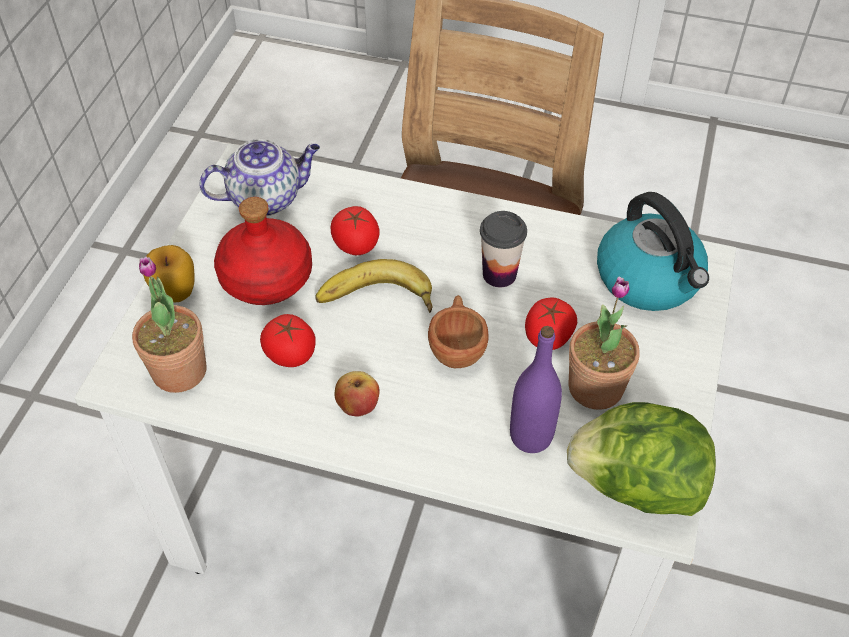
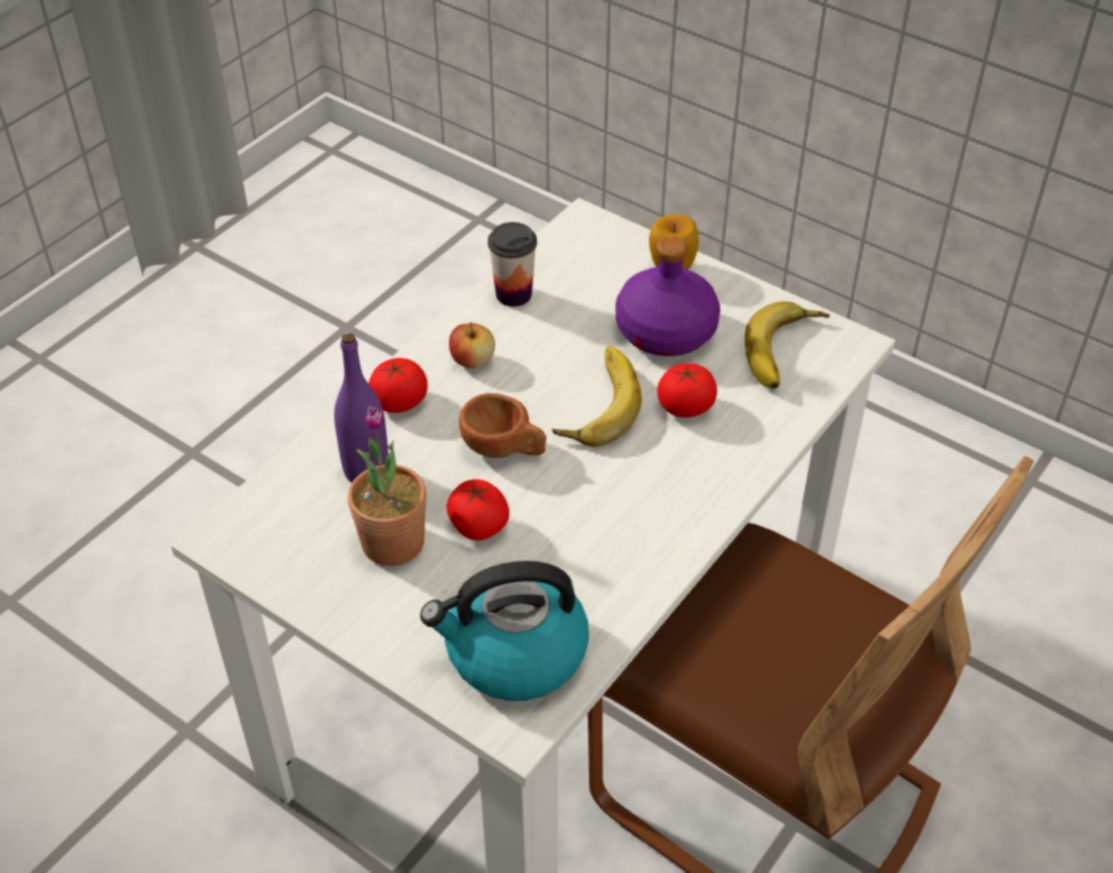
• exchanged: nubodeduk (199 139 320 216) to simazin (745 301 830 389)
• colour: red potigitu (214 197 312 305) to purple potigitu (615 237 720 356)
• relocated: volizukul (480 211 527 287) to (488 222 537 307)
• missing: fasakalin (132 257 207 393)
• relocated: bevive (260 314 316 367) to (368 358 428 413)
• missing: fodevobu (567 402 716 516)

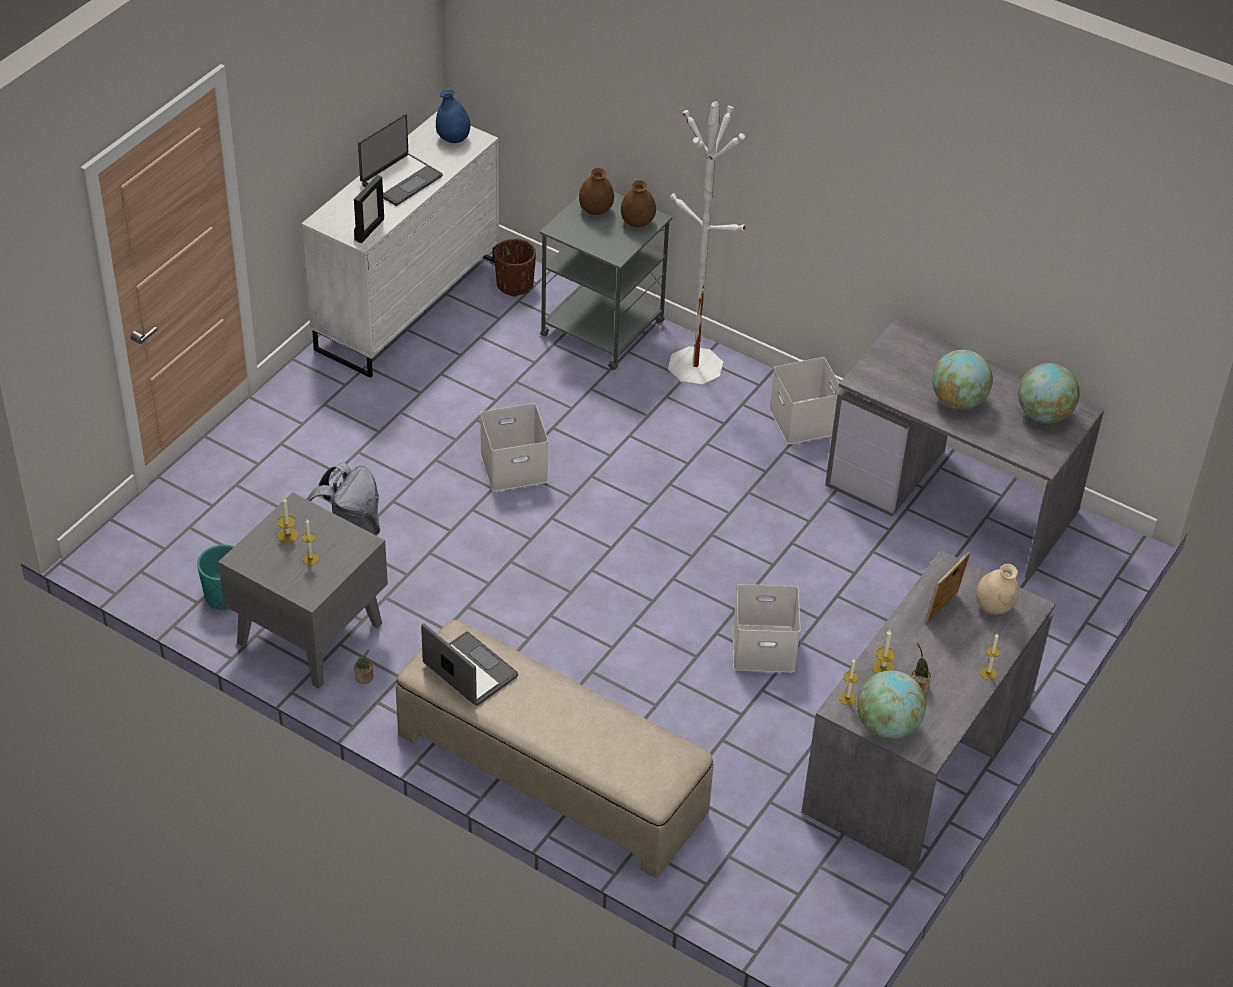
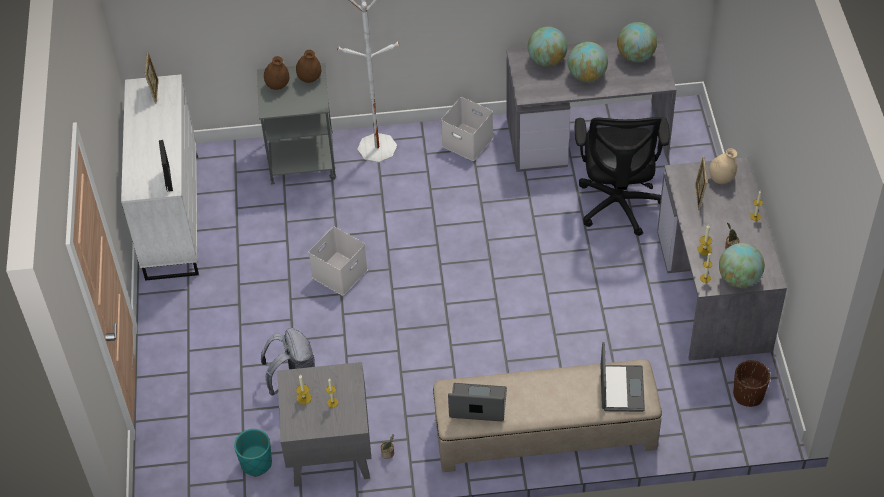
• exchanged: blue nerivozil (436 89 470 143) to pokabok (145 51 159 103)
• relocated: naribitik (358 113 443 206) to (600 342 645 412)
• relocated: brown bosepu (494 238 536 297) to (733 360 770 407)
• missing: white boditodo (733 584 800 673)
• appeared: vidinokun (528 26 568 67)
• appeared: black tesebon (575 117 670 236)

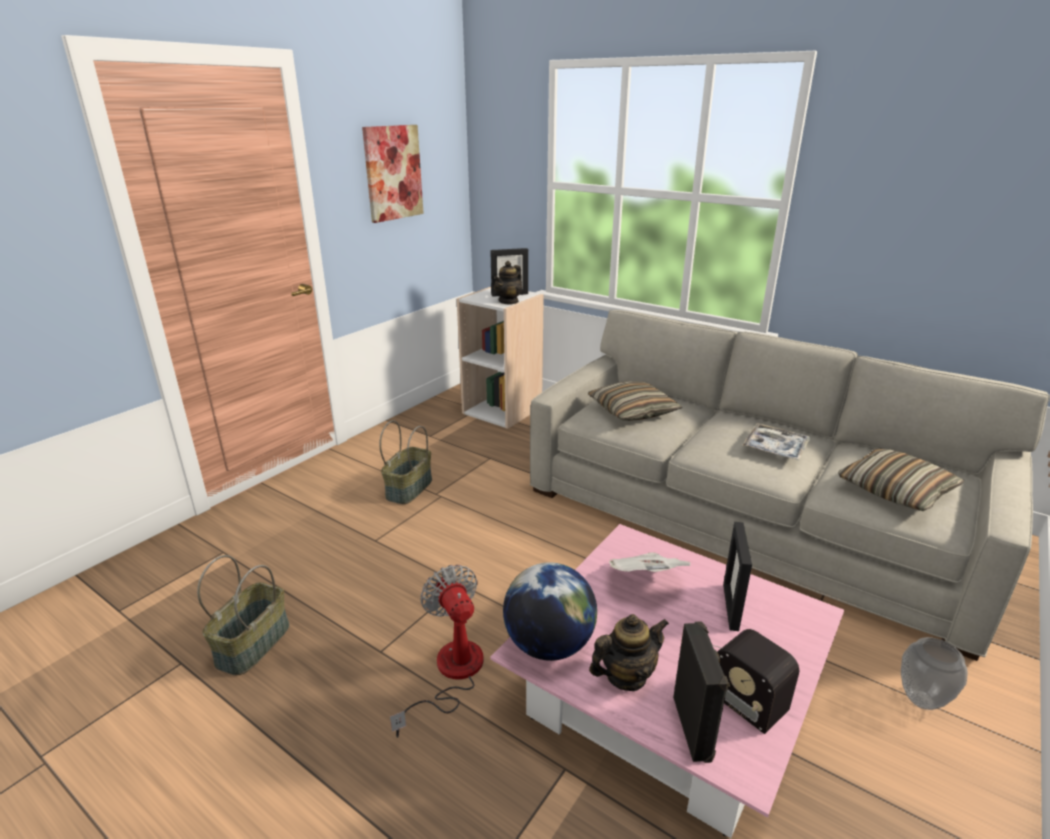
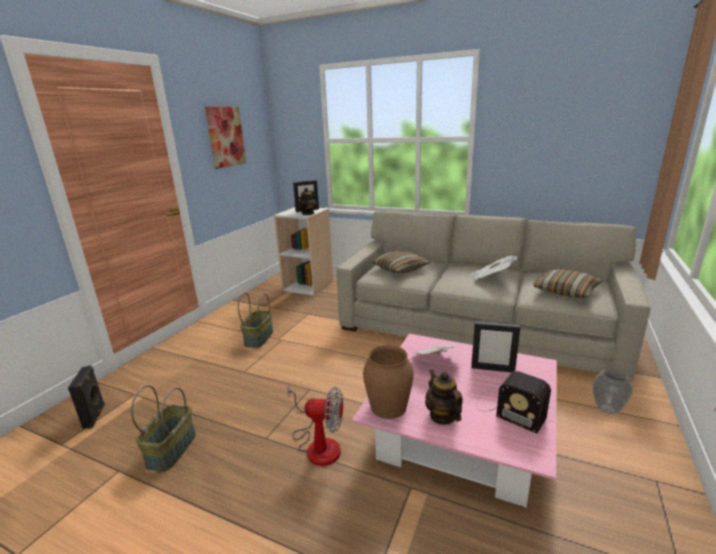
• exchanged: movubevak (742 423 810 460) to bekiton (471 255 517 280)
• spun: pokabok (723 522 752 631) = (471 321 521 372) 75 degrees counterclockwise
• exchanged: vidinokun (503 562 597 661) to brown nerivozil (363 345 414 419)
• spun: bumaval (390 565 484 738) = (287 384 343 466) 135 degrees clockwise
• spun: nubodeduk (589 614 669 691) = (425 370 463 425) 75 degrees counterclockwise
• relocated: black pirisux (673 621 729 763) to (68 365 105 429)

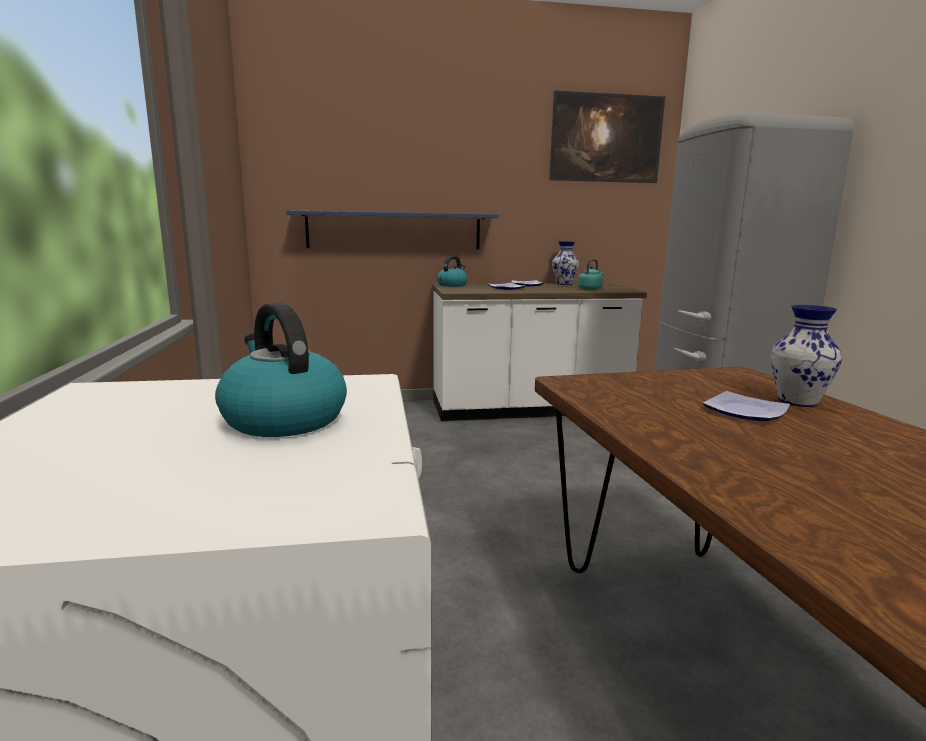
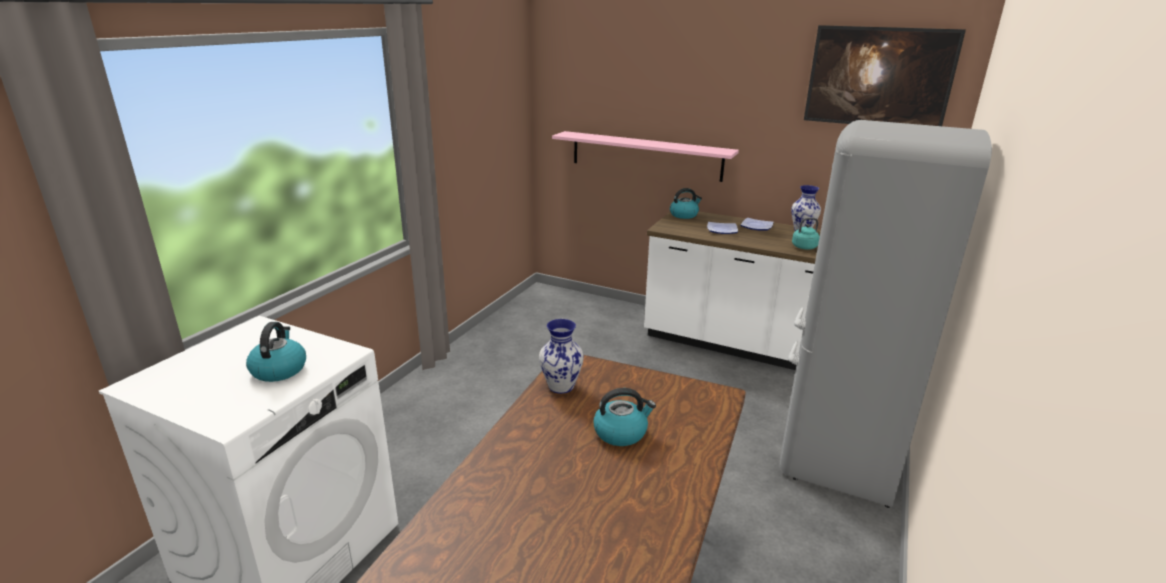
• colour: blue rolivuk (286 210 499 249) to pink rolivuk (552 131 739 182)
• relocated: nerivozil (771 305 842 407) to (539 319 584 394)
• exchanged: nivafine (703 391 790 421) to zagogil (593 388 656 446)

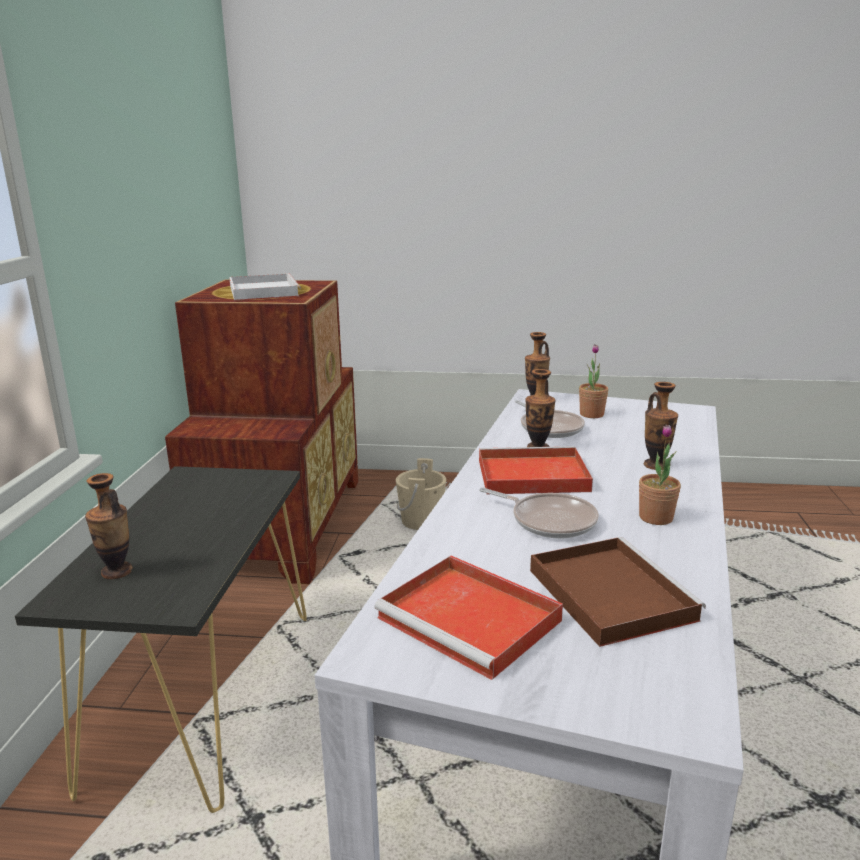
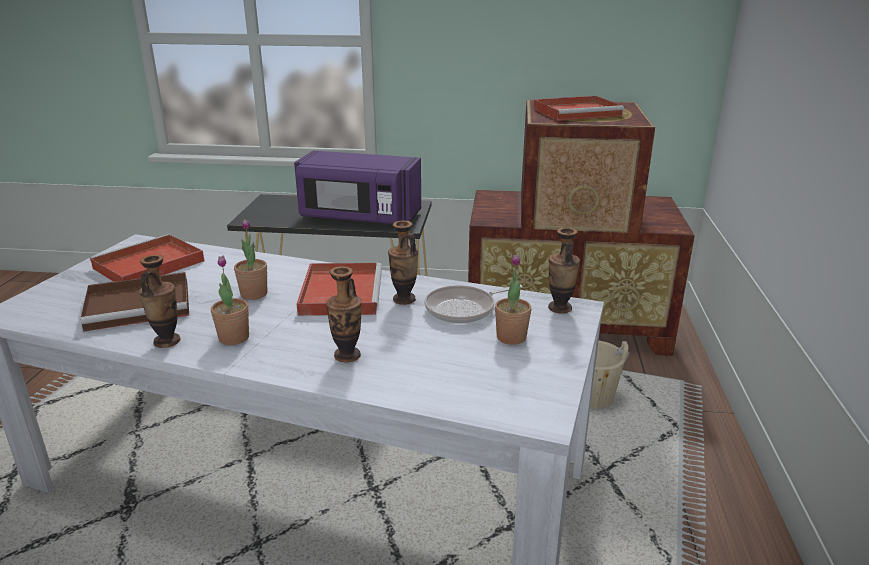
• colour: white movubevak (229 273 301 301) to red movubevak (533 96 624 121)
• relocated: nerivozil (85 473 133 579) to (139 255 181 348)
• exchanged: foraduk (479 488 599 539) to fasakalin (234 219 267 300)
• appeared: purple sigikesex (294 151 421 224)

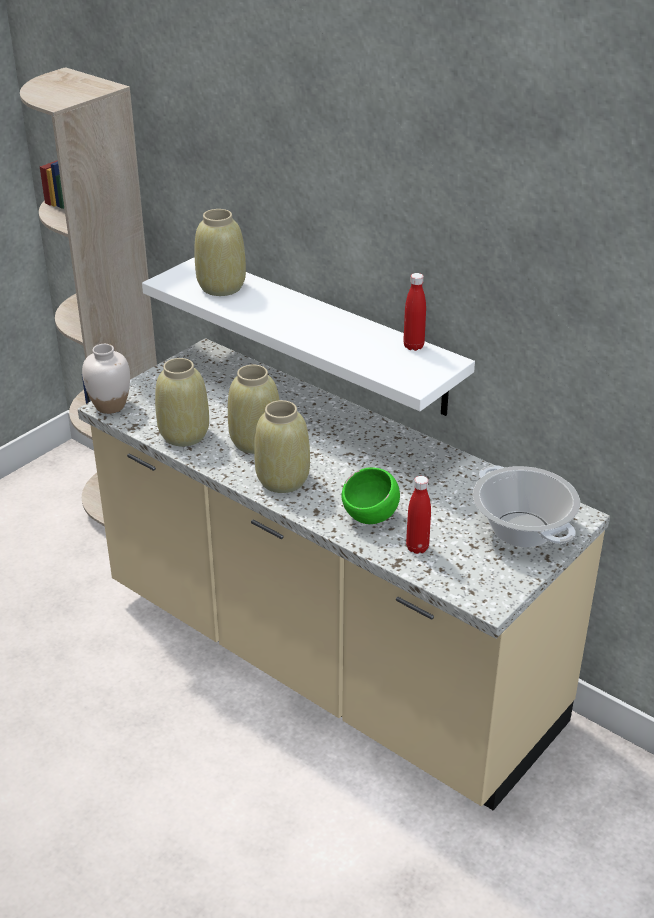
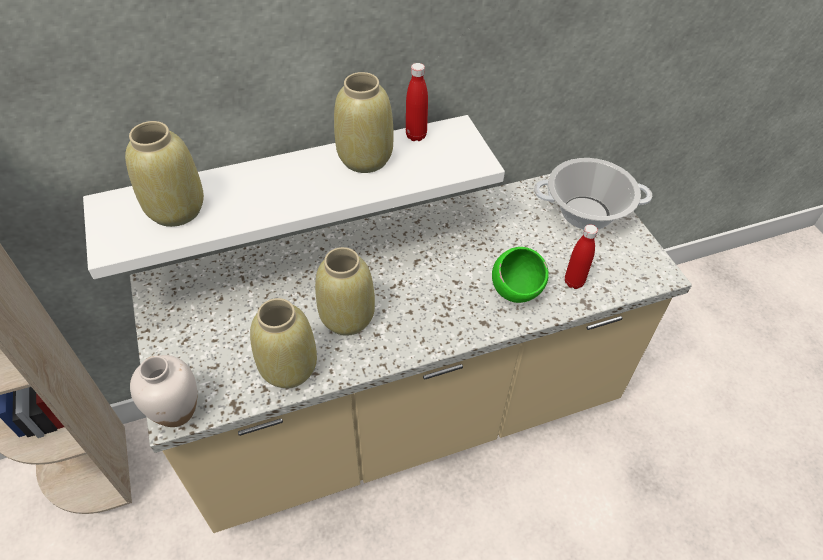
• relocated: beige nerivozil (254 400 310 493) to (334 72 393 173)

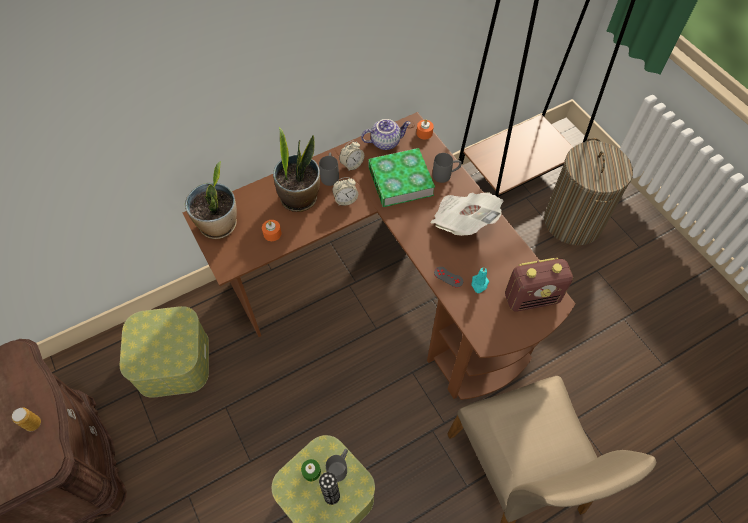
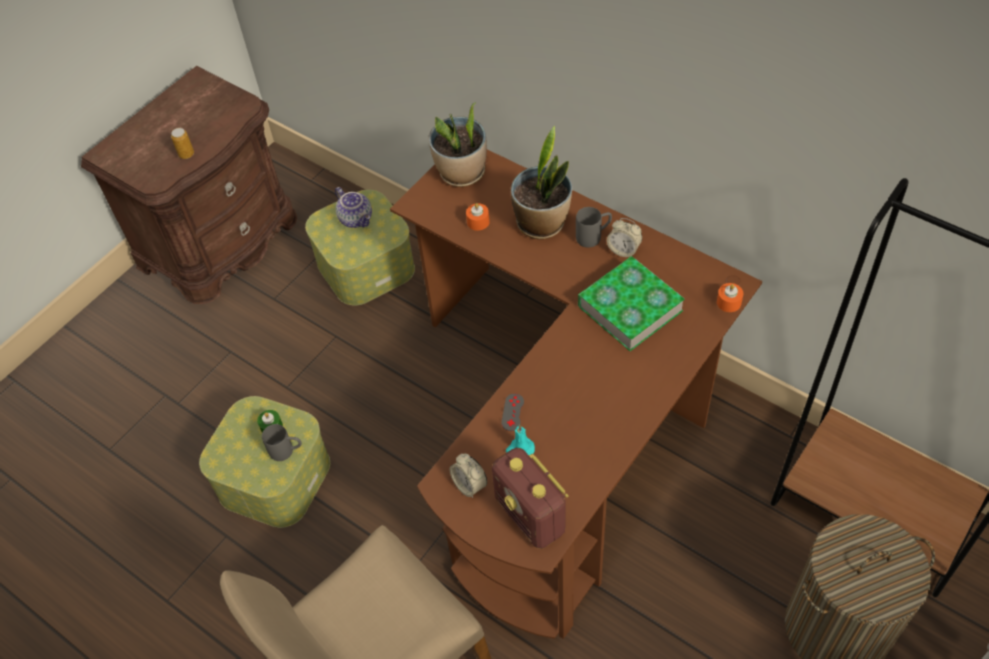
• relocated: nubodeduk (361 119 411 150) to (335 187 372 228)
• missing: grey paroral (432 153 462 183)
• relocated: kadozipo (332 177 358 206) to (450 454 487 498)
• missing: bekiton (431 192 503 236)
• missing: nerivozil (319 472 340 505)

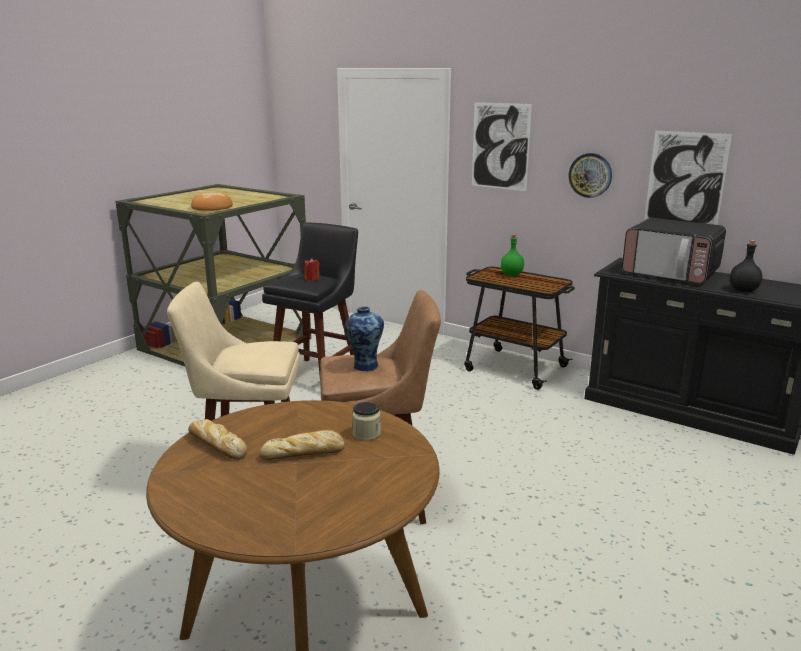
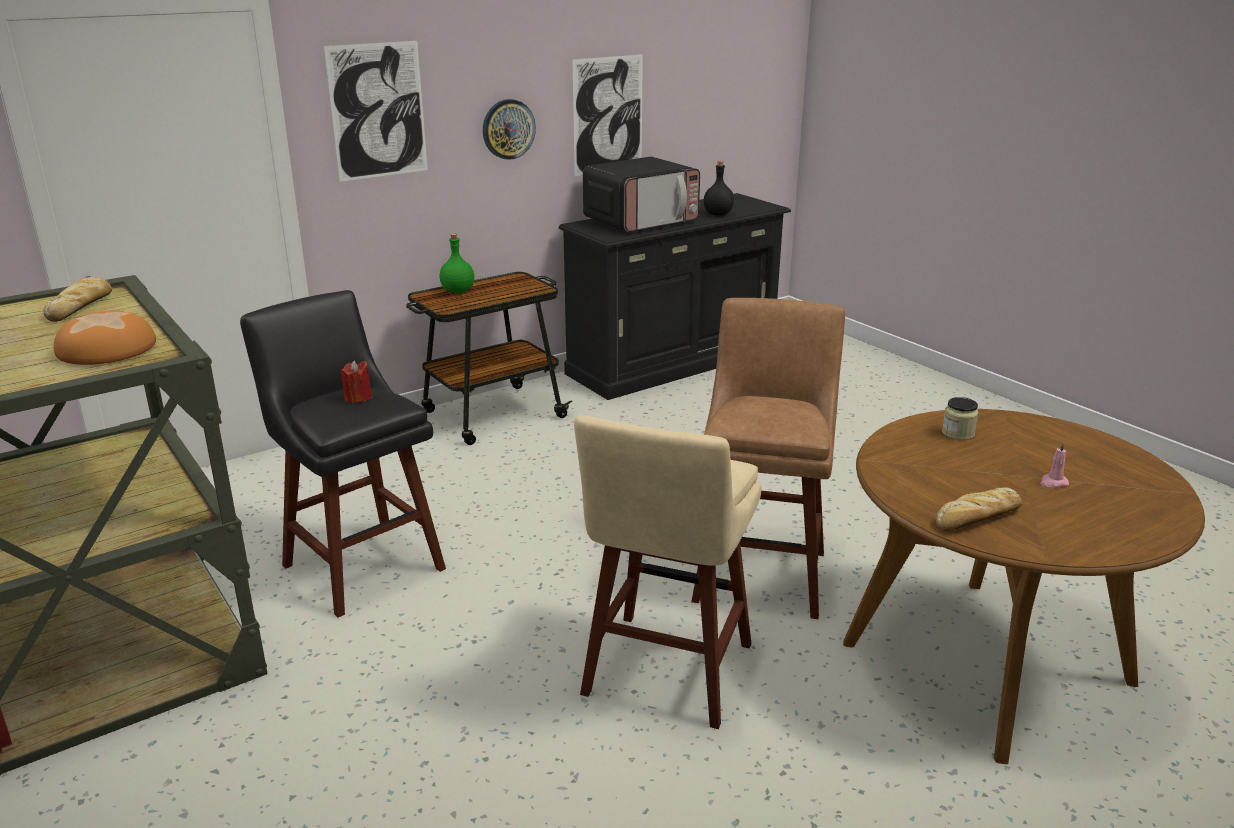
• missing: nerivozil (345 306 384 371)
• relocated: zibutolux (259 430 345 460) to (43 277 112 322)
• appeared: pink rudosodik (1040 442 1069 487)

